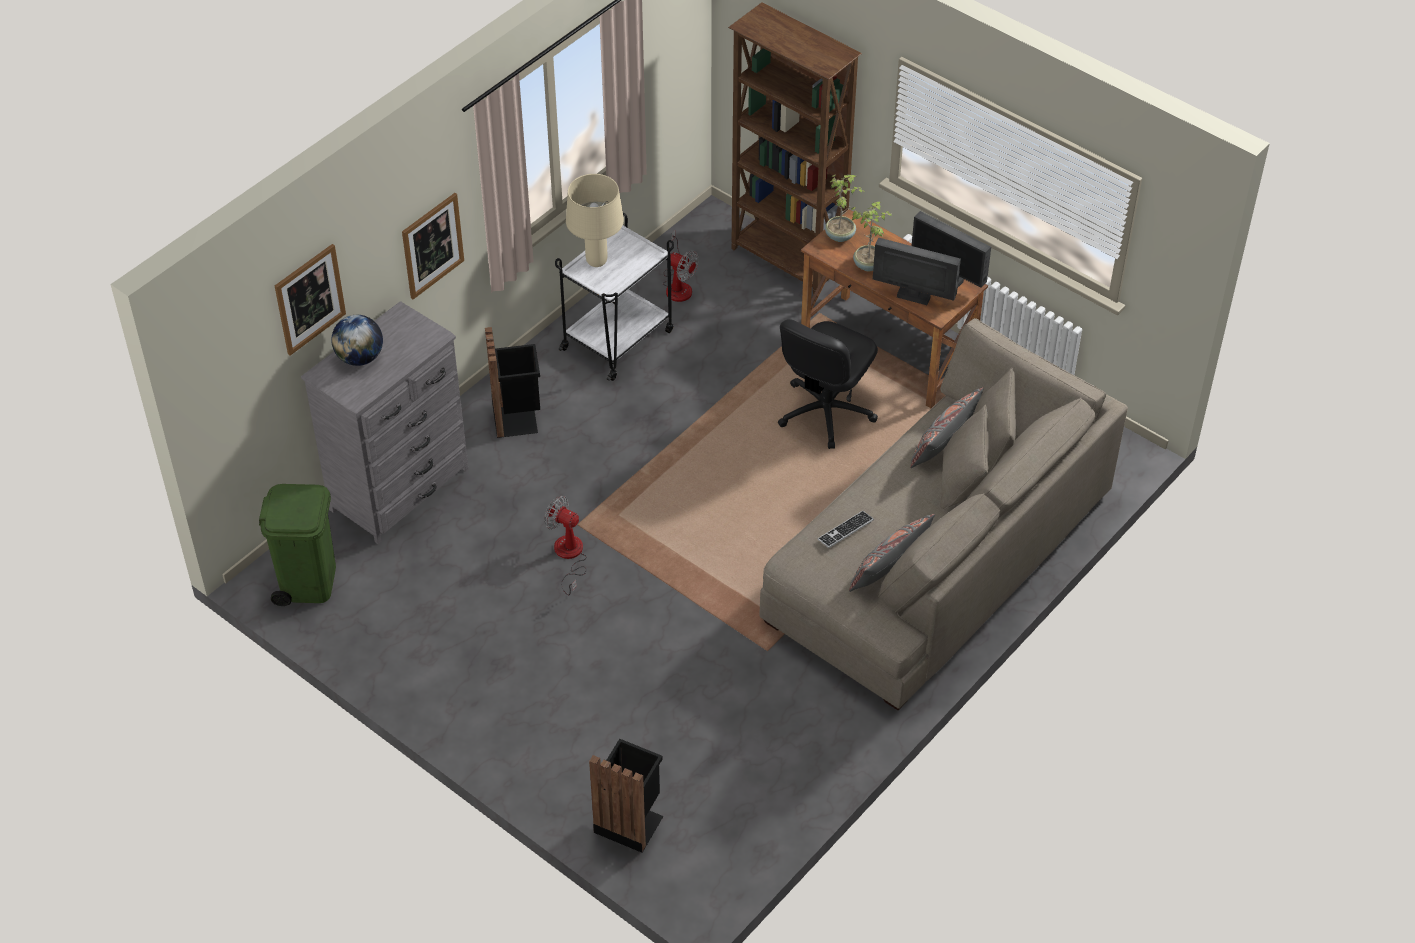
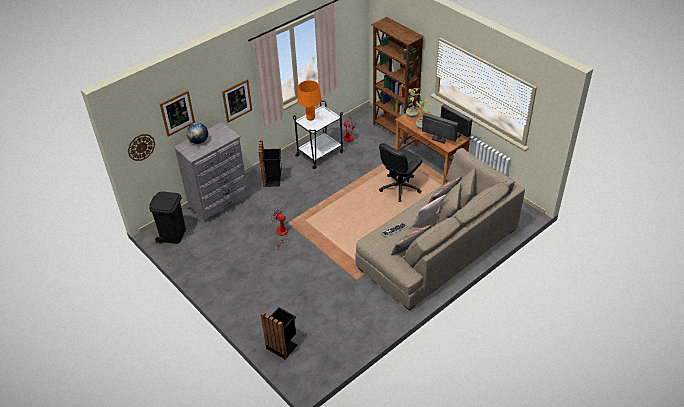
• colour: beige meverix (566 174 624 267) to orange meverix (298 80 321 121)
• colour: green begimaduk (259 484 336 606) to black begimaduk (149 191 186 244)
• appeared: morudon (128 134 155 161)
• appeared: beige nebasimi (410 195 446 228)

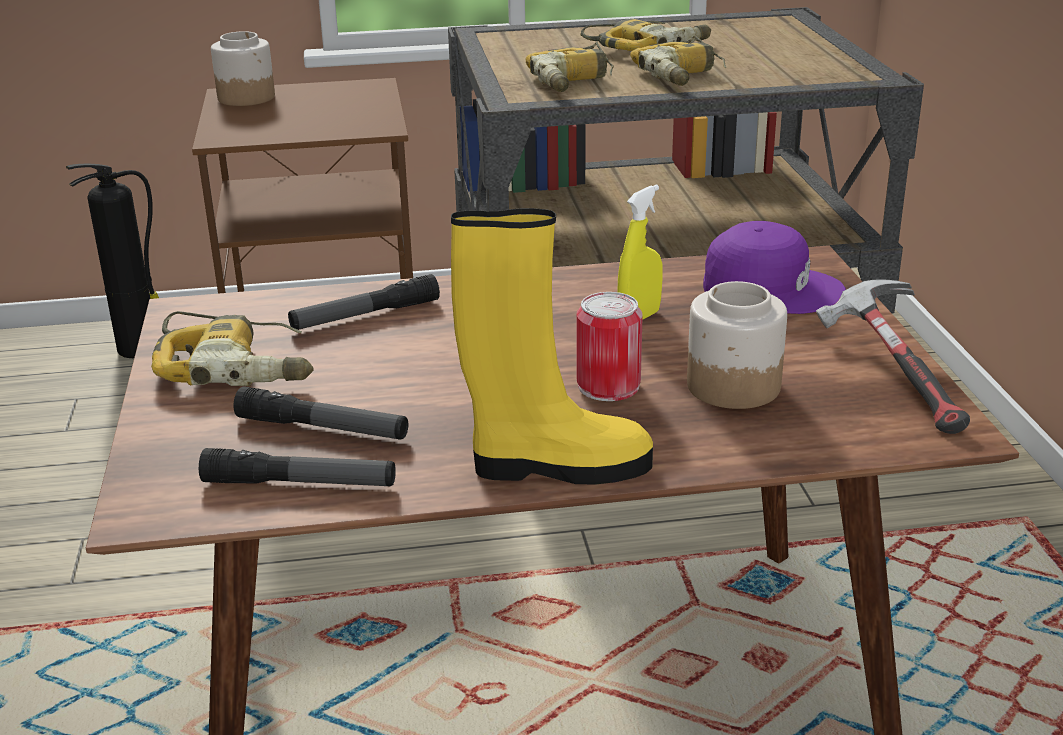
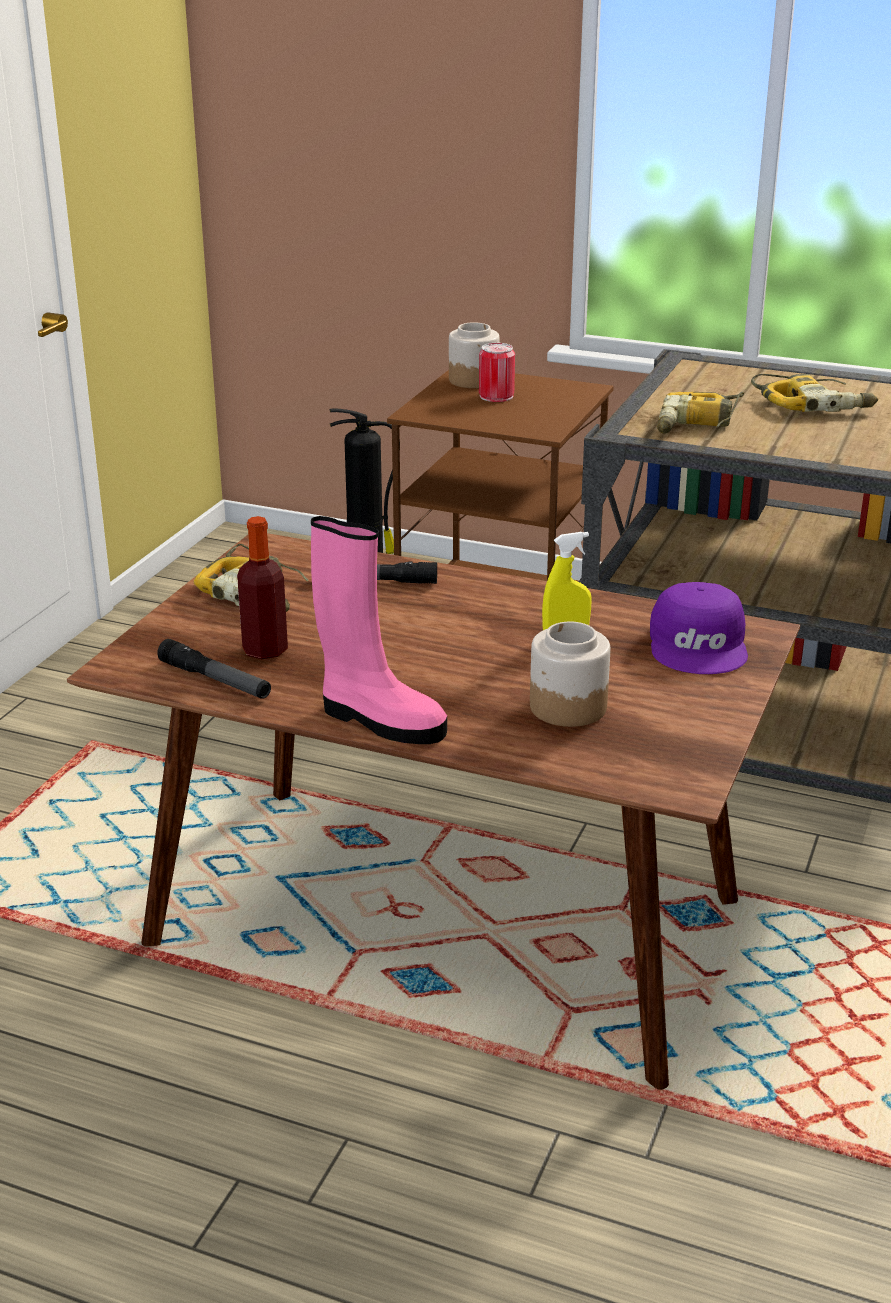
• missing: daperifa (630 35 726 86)
• colour: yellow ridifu (451 208 653 485) to pink ridifu (311 516 447 744)
• spun: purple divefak (703 221 846 314) = (650 582 748 674) 45 degrees clockwise
• missing: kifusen (816 279 970 434)
• relocated: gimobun (577 292 643 401) to (479 343 515 402)
• exchanged: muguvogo (233 387 408 440) to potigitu (237 516 288 659)

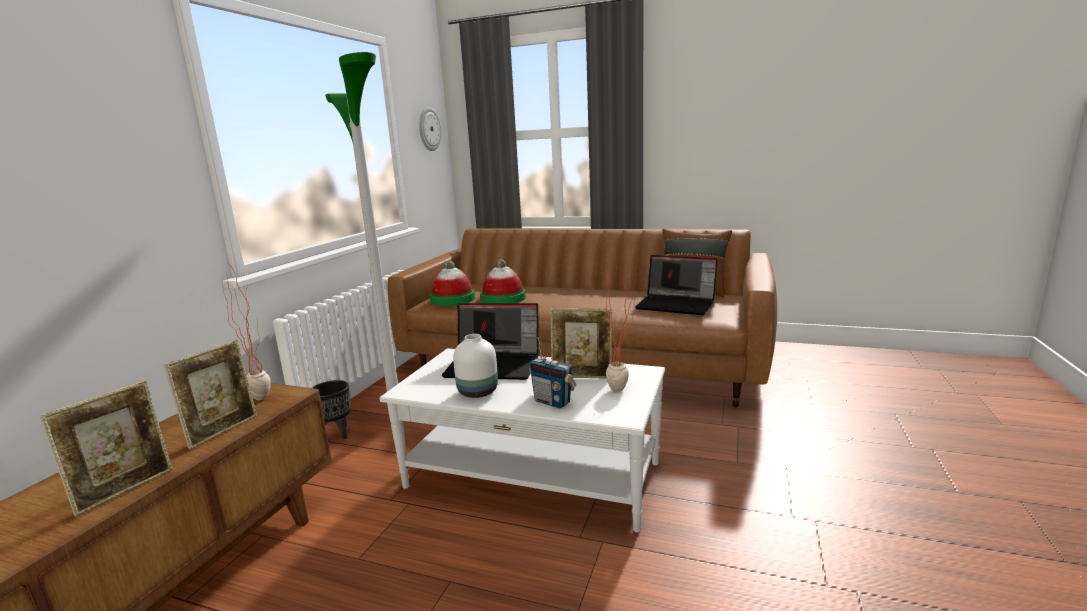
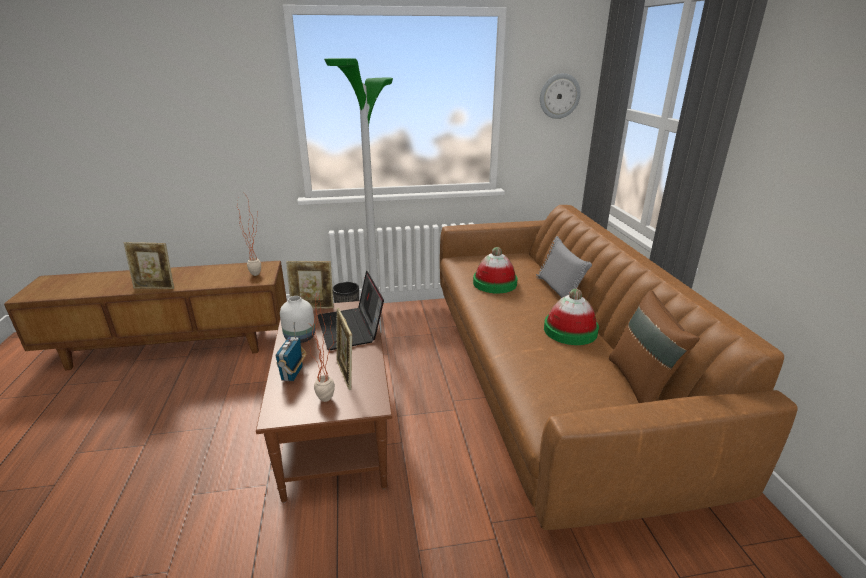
• missing: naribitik (635 255 718 315)
• relocated: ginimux (430 260 475 306) to (544 289 599 345)
• relocated: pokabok (164 340 257 450) to (286 261 334 309)
• colour: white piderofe (380 348 665 533) to brown piderofe (256 301 392 503)
• appeared: grey nebasimi (536 236 592 298)

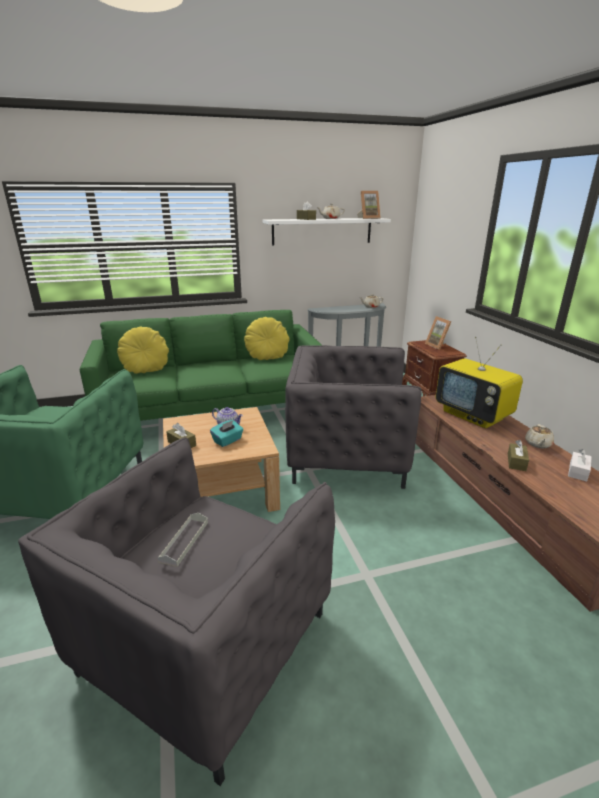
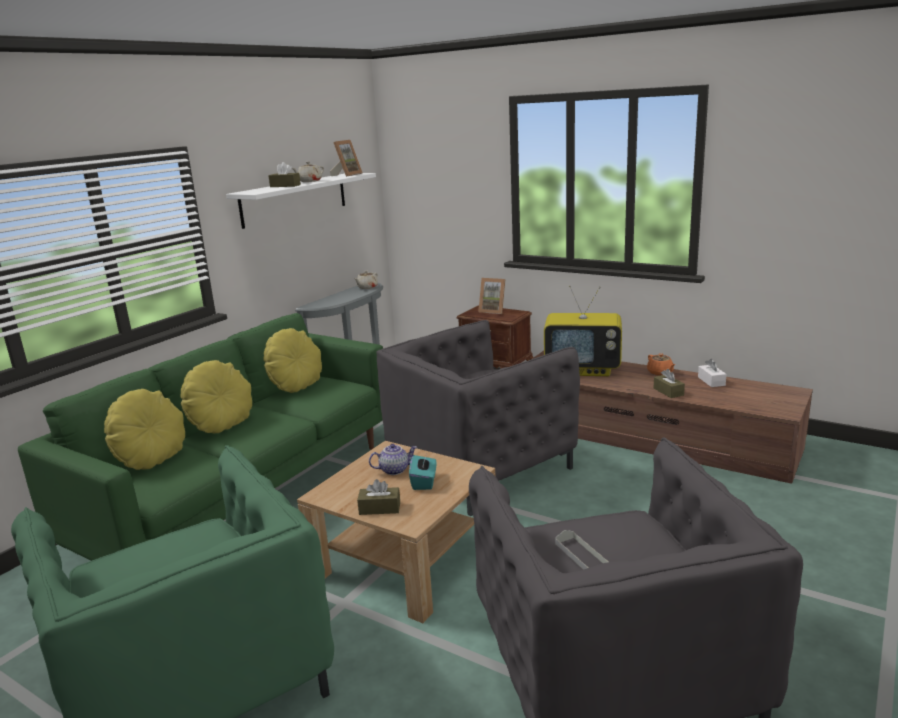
• colour: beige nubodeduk (525 424 554 449) to orange nubodeduk (647 353 675 376)
• appeared: yellow nebasimi (180 360 252 433)

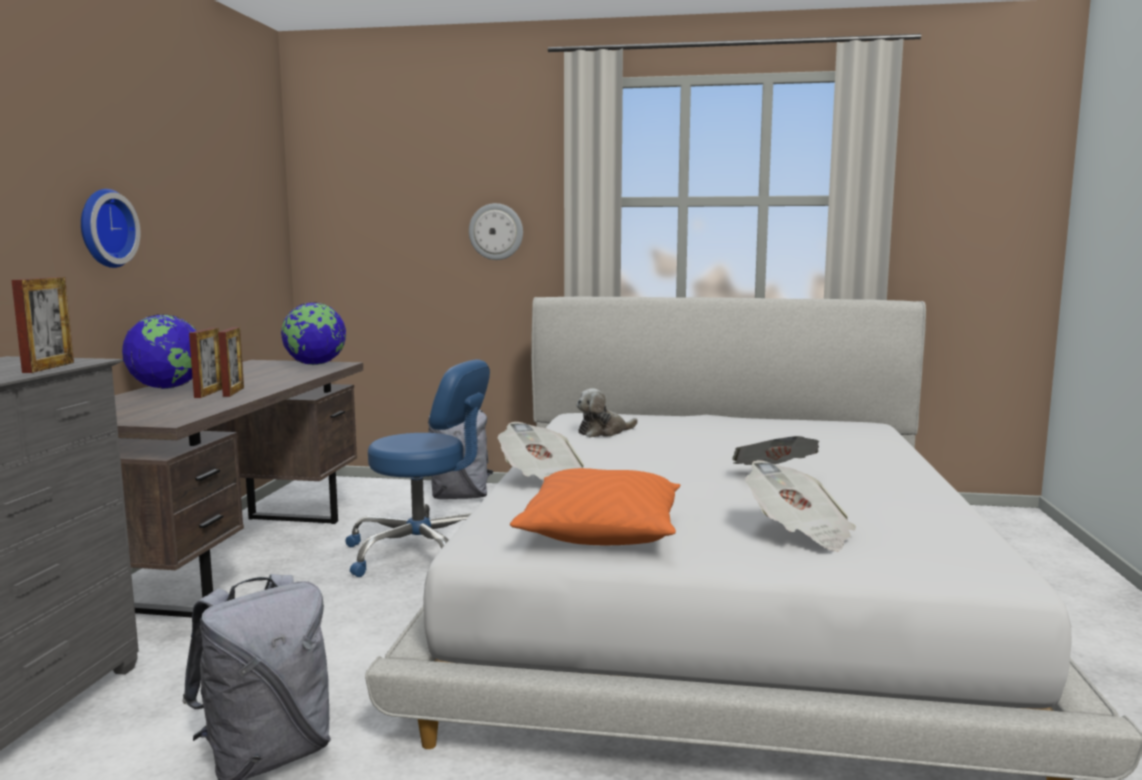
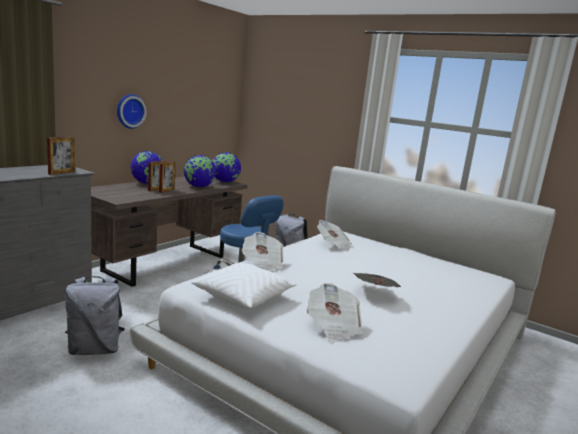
• missing: morudon (469 203 523 260)
• exchanged: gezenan (577 388 638 437) to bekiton (317 220 352 252)
• colour: orange nebasimi (510 468 680 545) to white nebasimi (192 263 297 309)
• appeared: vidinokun (184 155 216 187)

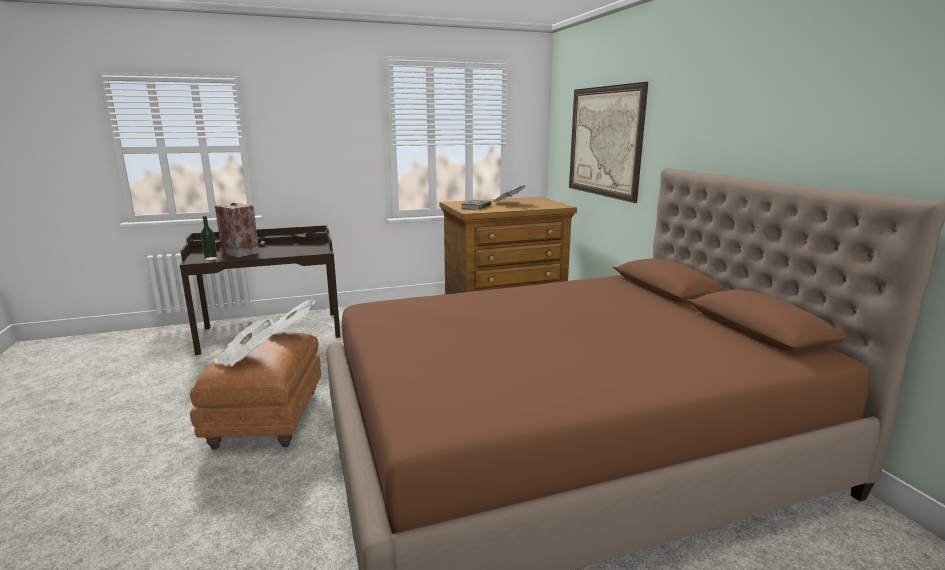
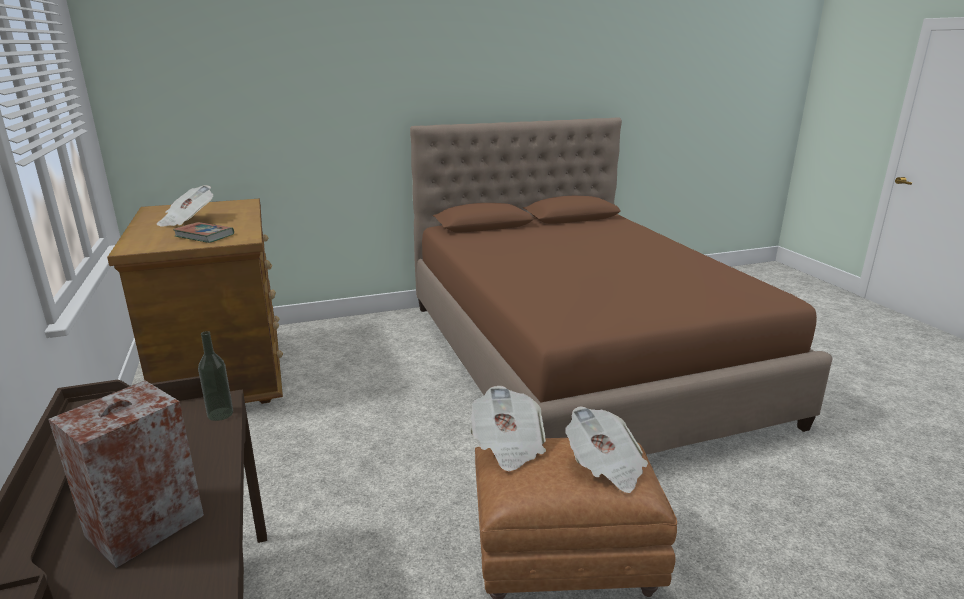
• missing: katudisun (569 82 648 203)
• relocated: potigitu (201 216 217 260) to (198 331 233 421)

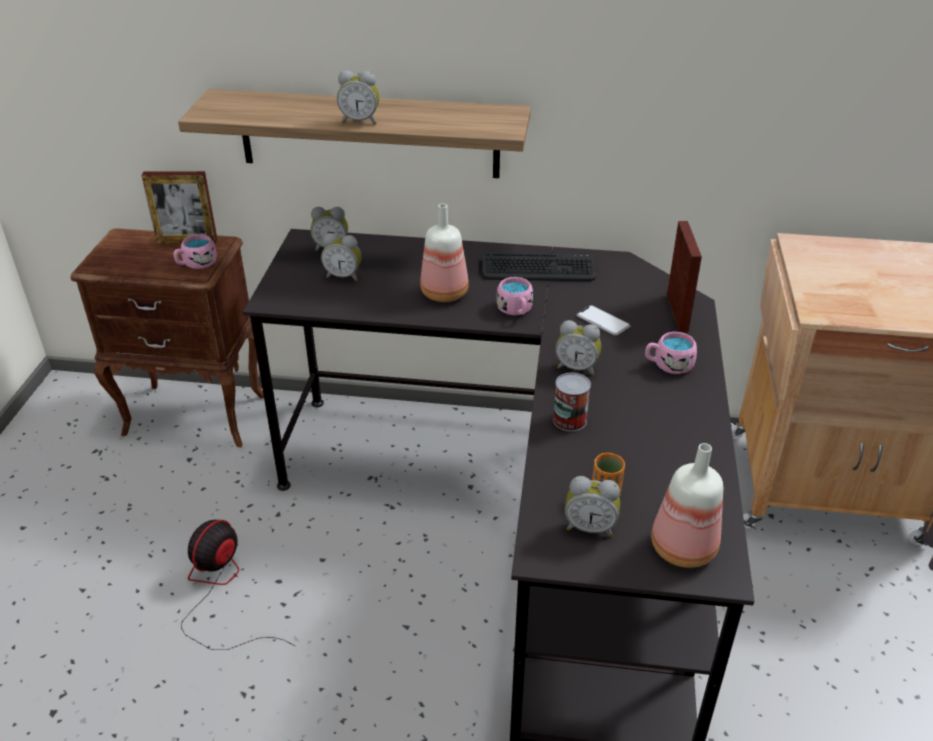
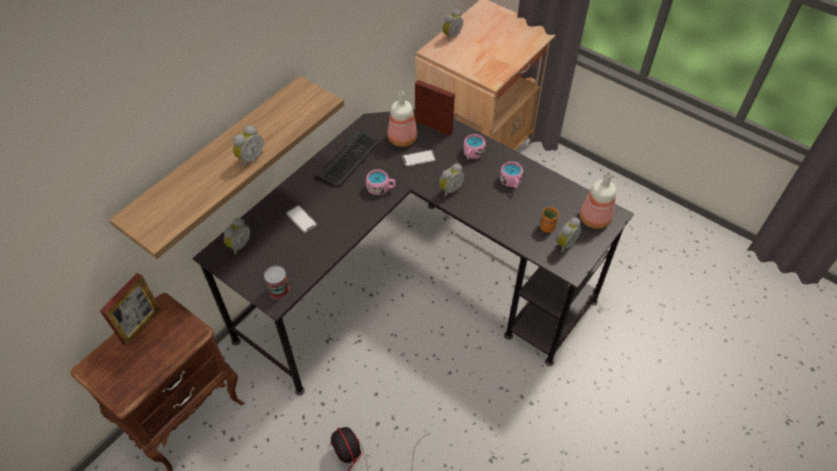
• relocated: potigitu (420 204 469 302) to (388 91 417 147)
• relocated: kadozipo (321 233 362 281) to (442 9 463 42)
• relocated: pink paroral (174 234 216 269) to (500 161 523 189)
• relocated: gimobun (553 373 591 432) to (264 266 290 300)
• appeared: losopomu (286 205 317 233)

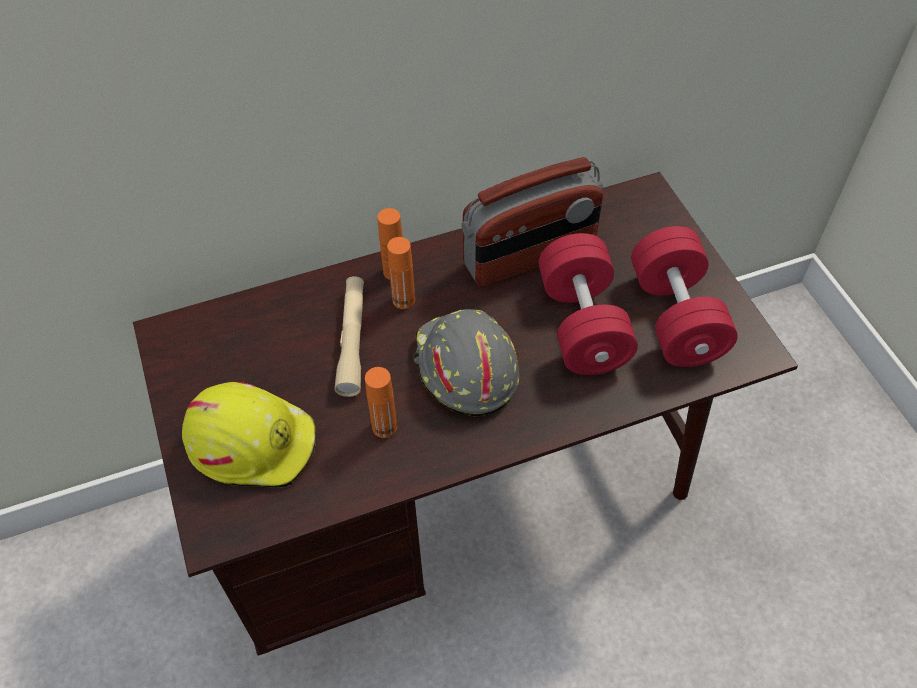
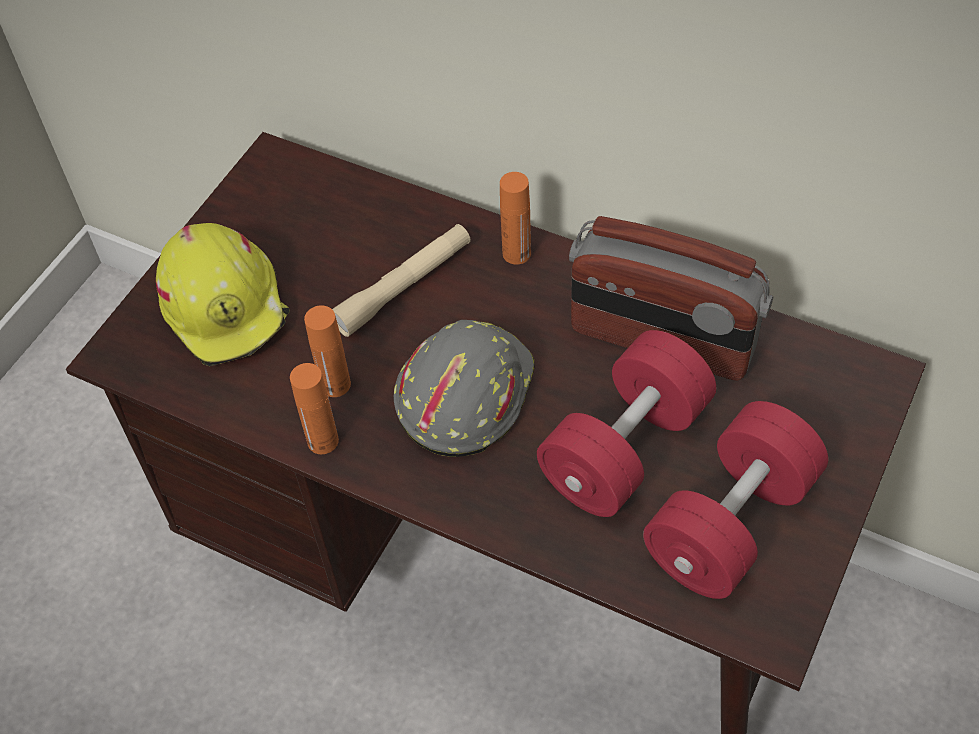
• relocated: orange potigitu (387 237 415 309) to (290 363 339 454)

